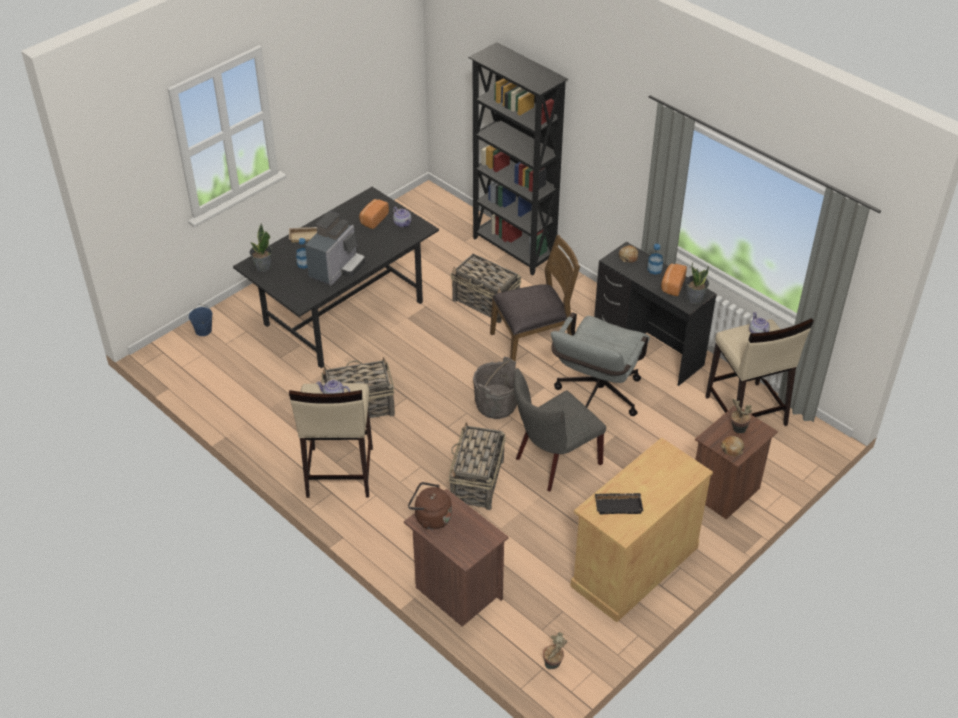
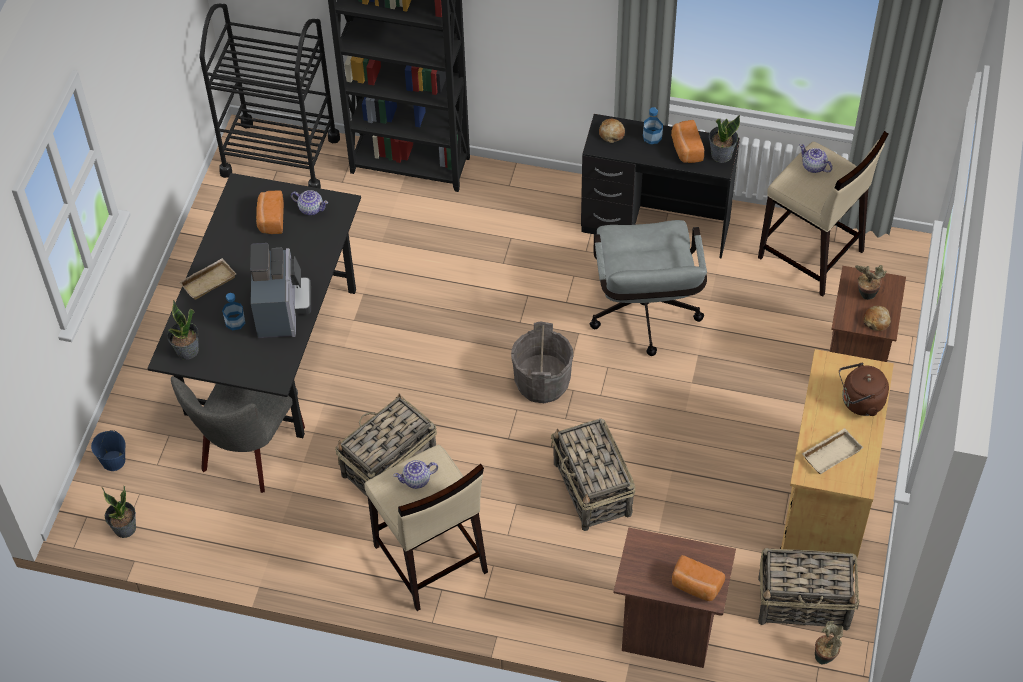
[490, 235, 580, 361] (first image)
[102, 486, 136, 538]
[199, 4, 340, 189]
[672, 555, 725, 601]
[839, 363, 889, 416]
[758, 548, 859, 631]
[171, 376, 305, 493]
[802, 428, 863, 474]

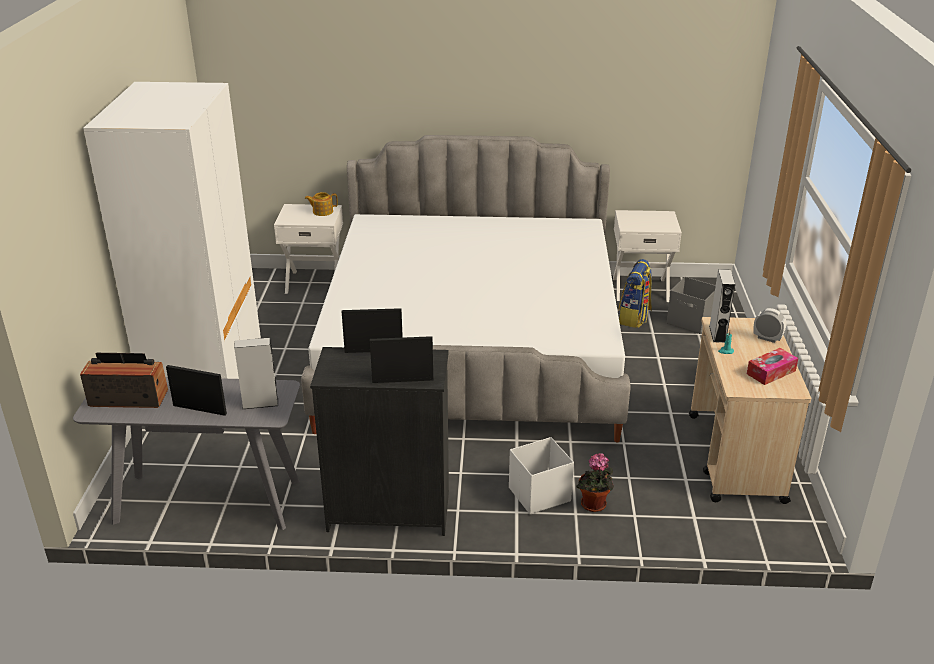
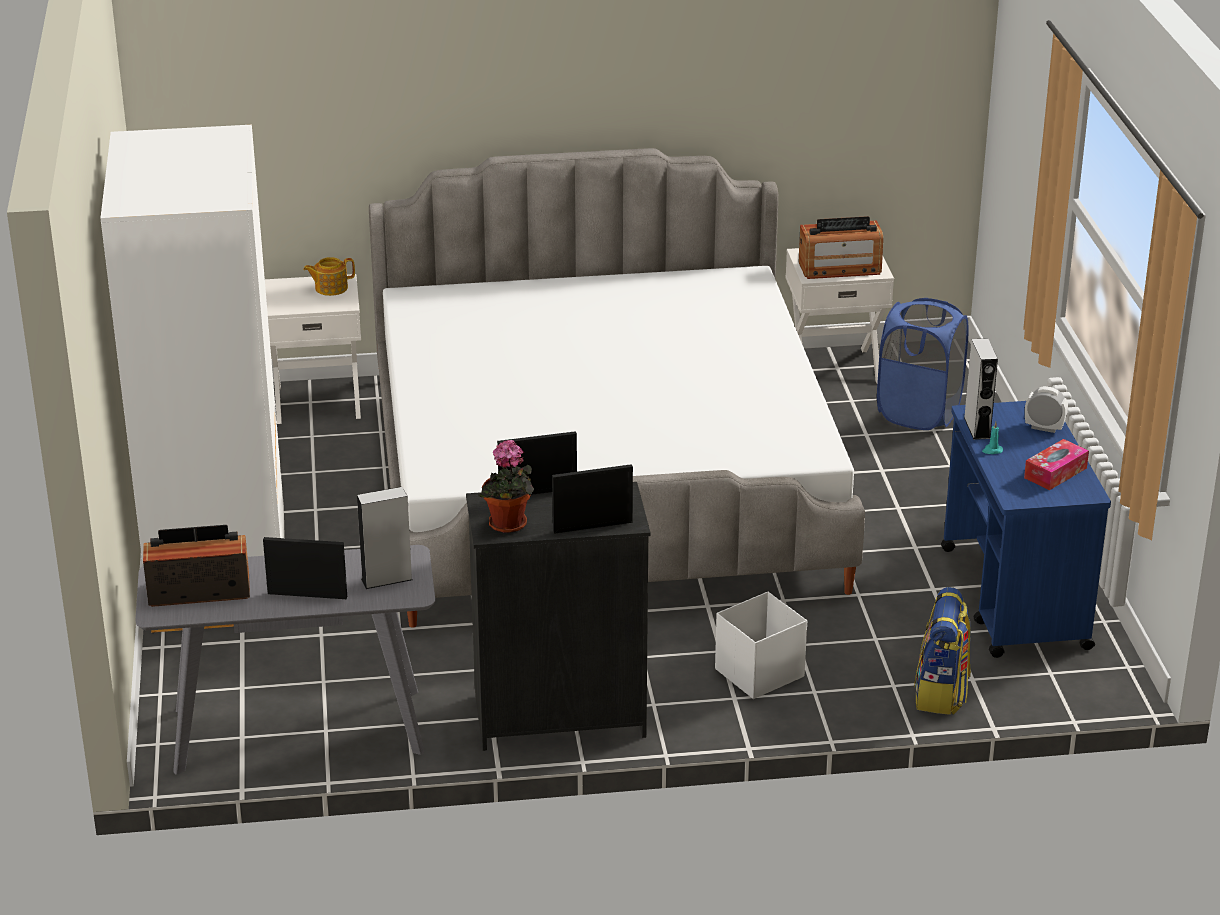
[799, 216, 883, 279]
[478, 440, 534, 533]
[914, 587, 971, 715]
[877, 298, 969, 430]
[941, 401, 1111, 658]

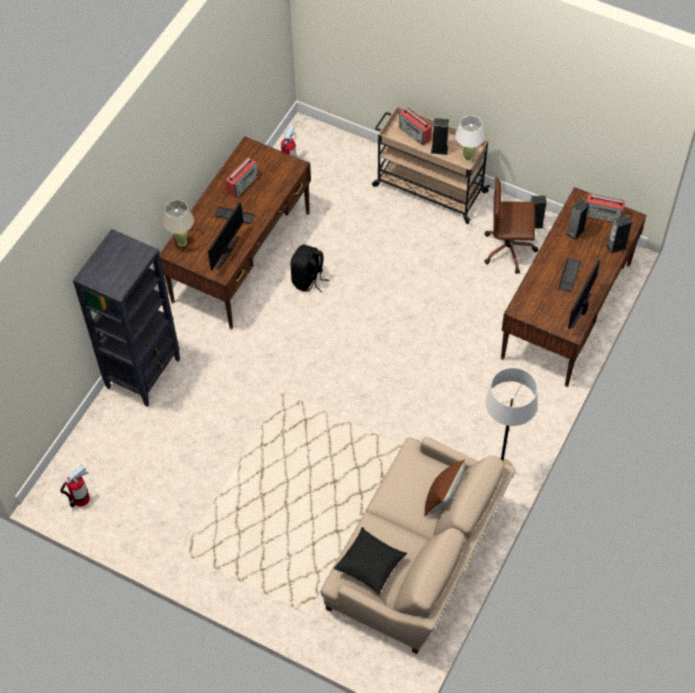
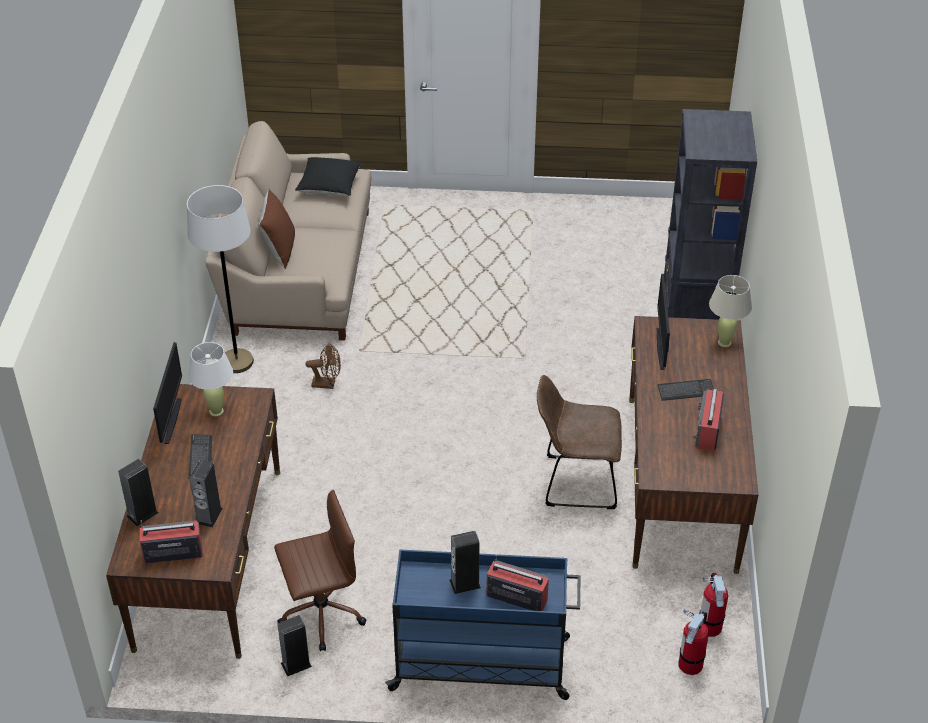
[305, 343, 341, 389]
[679, 609, 709, 675]
[188, 342, 233, 417]
[537, 375, 622, 509]
[385, 550, 581, 700]

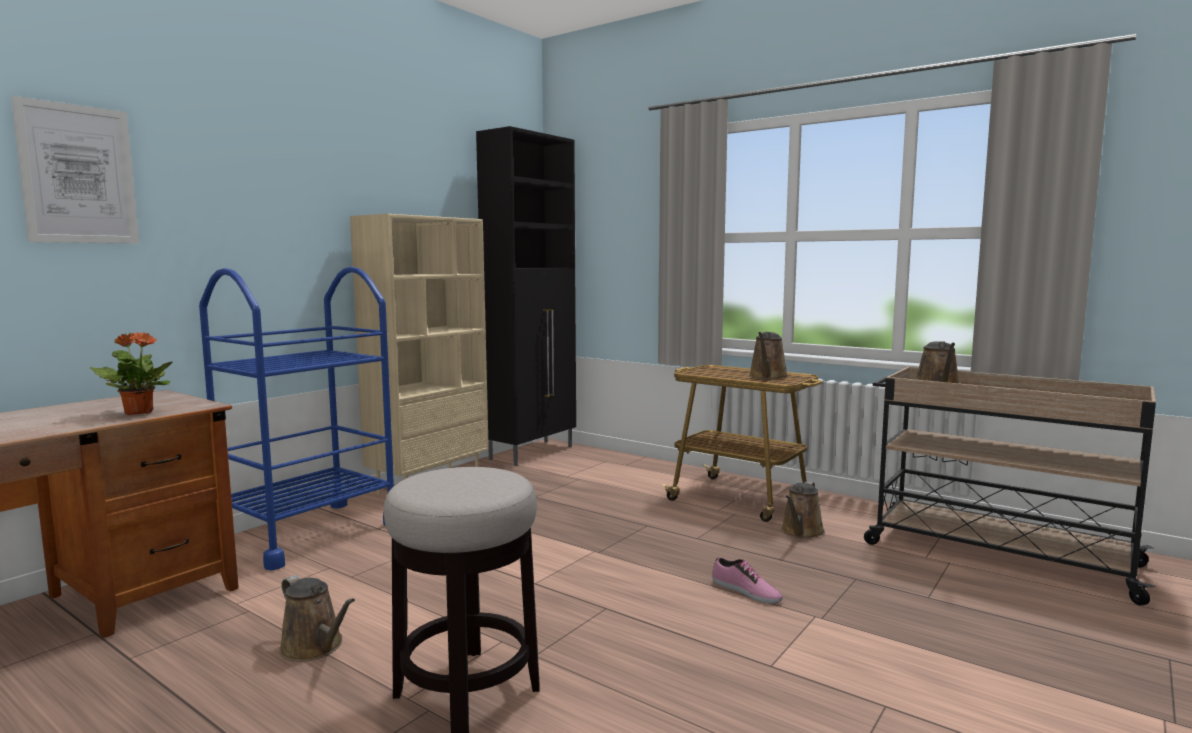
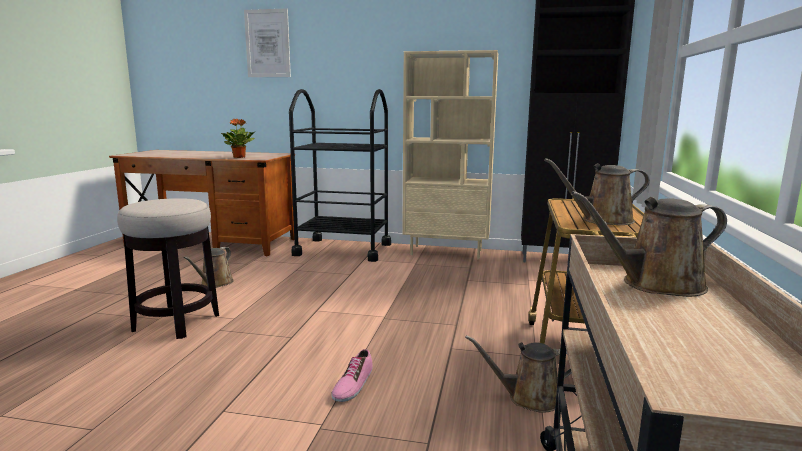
[289, 89, 391, 262]

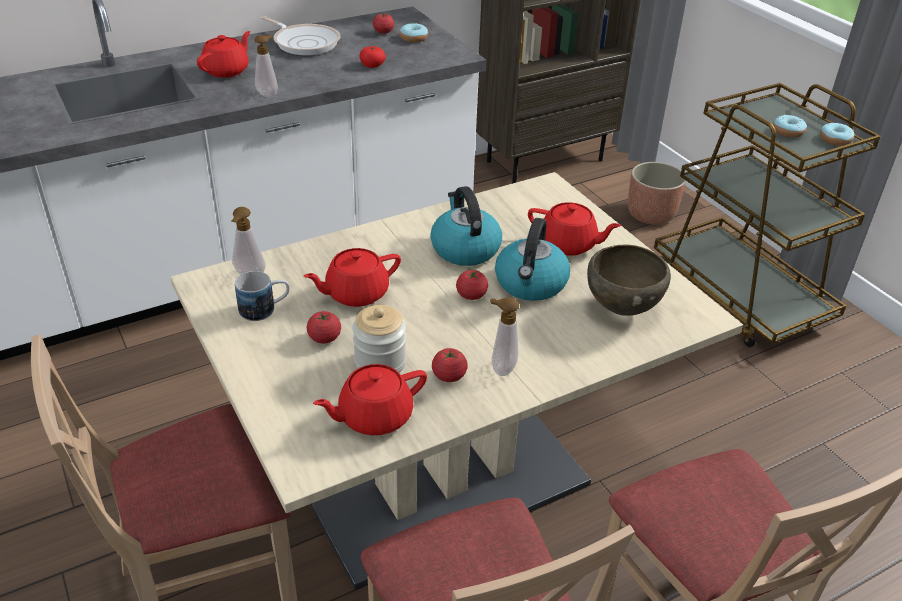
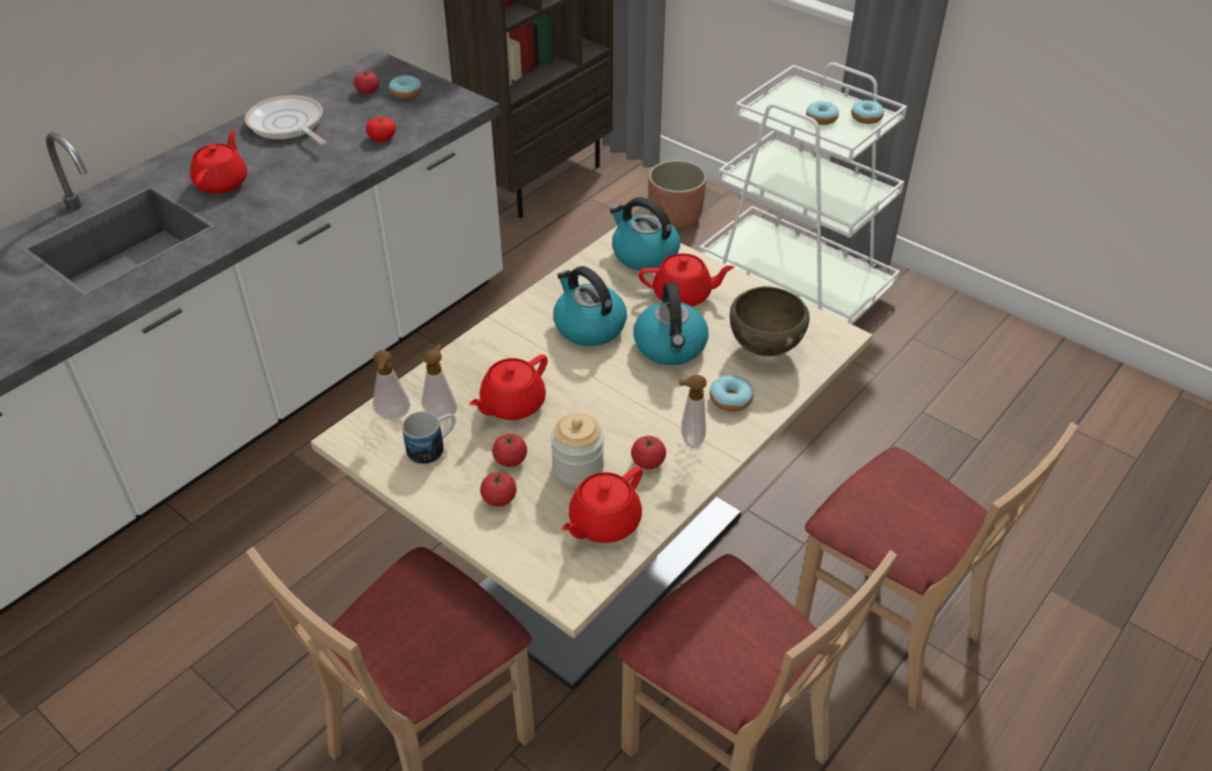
[610, 197, 680, 271]
[710, 374, 753, 412]
[421, 344, 457, 420]
[480, 471, 517, 507]
[699, 62, 907, 324]
[245, 95, 327, 145]

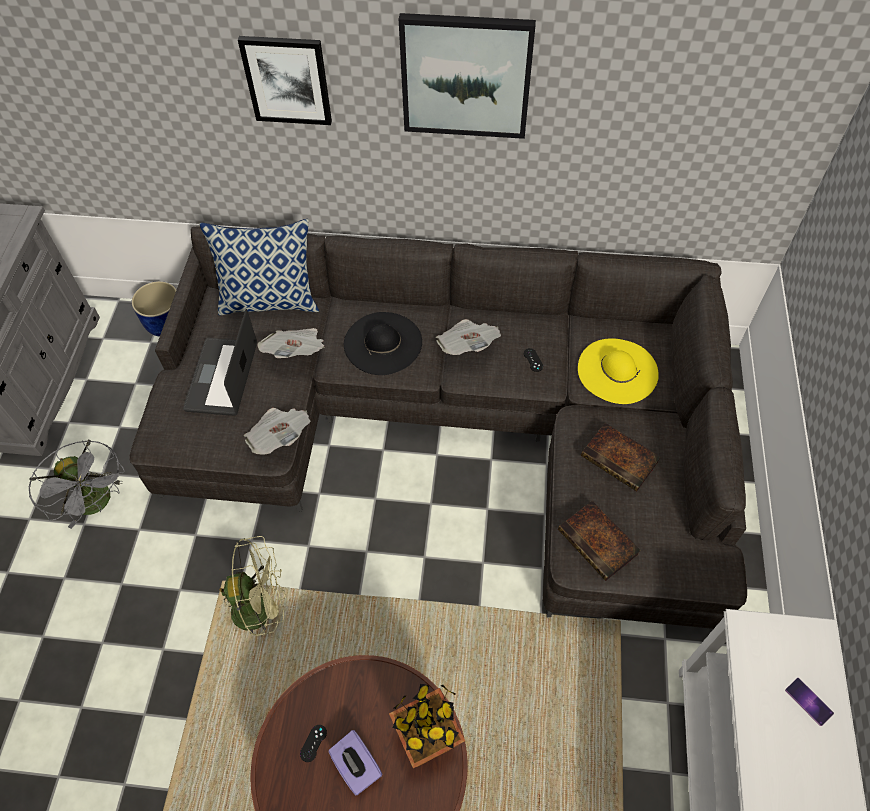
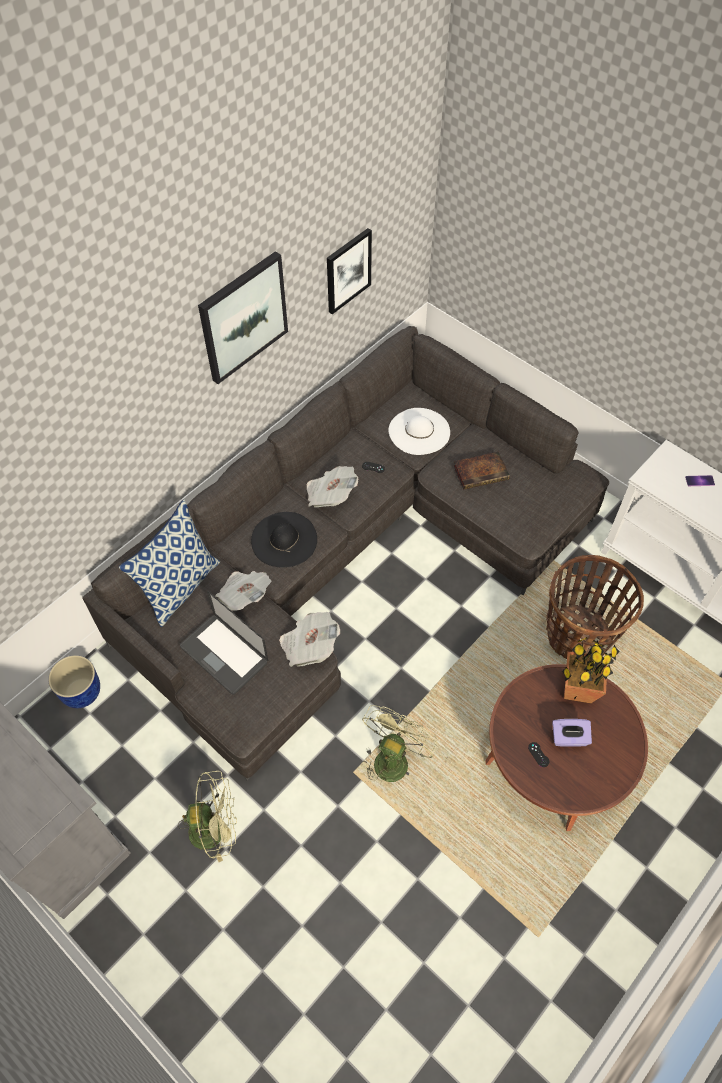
[558, 501, 641, 581] (first image)
[546, 555, 644, 659]
[327, 228, 372, 314]
[178, 771, 237, 862]
[389, 408, 450, 455]

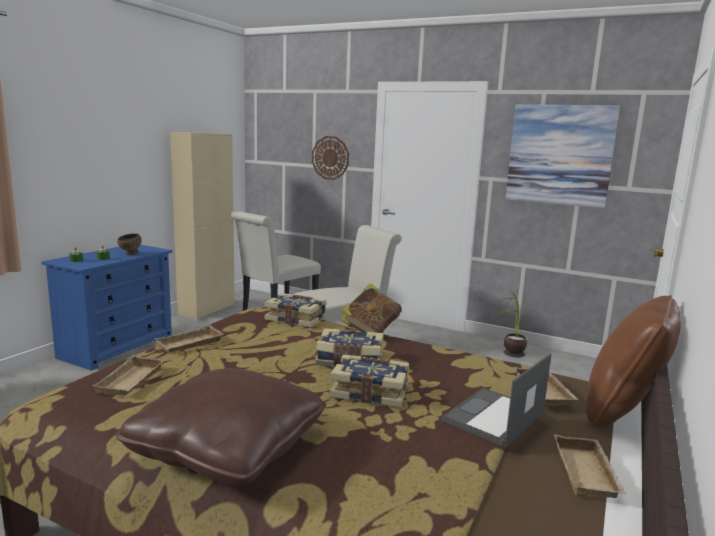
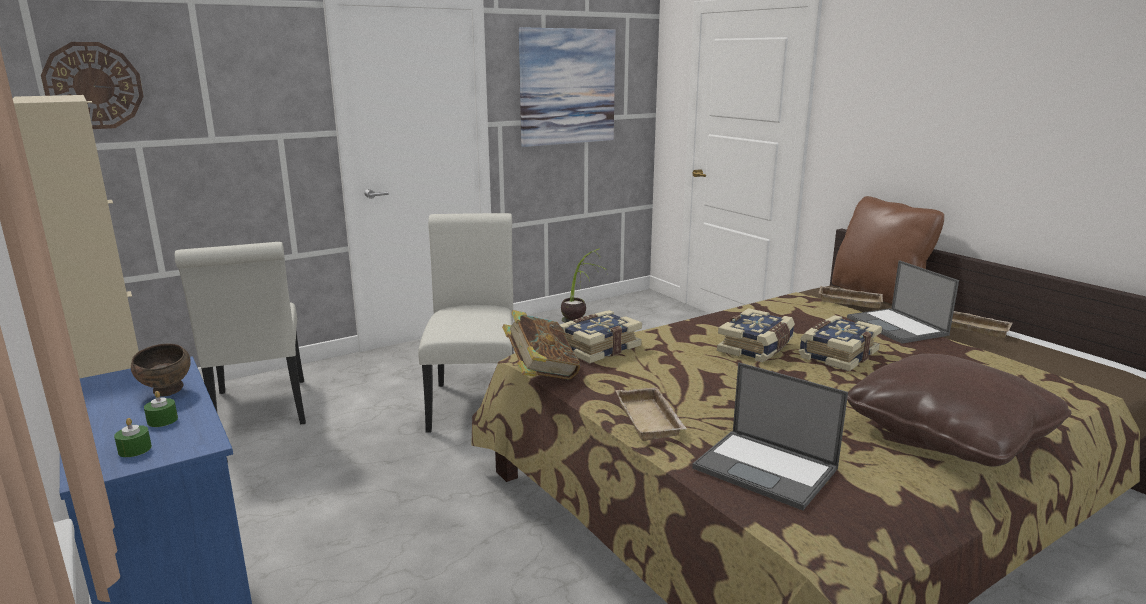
[41, 42, 144, 129]
[502, 310, 580, 380]
[692, 362, 848, 510]

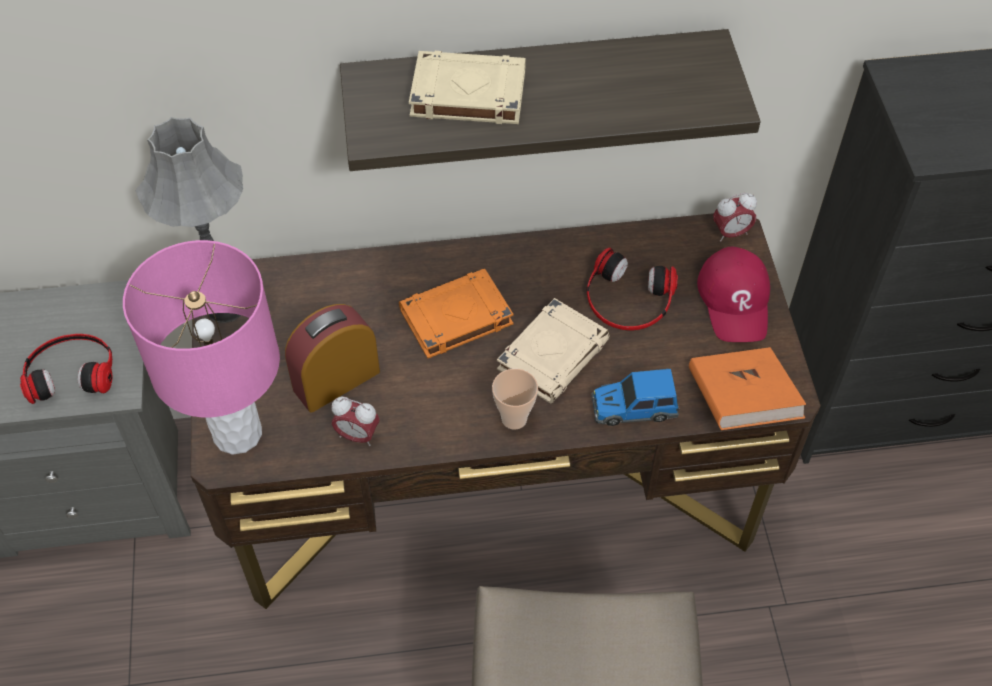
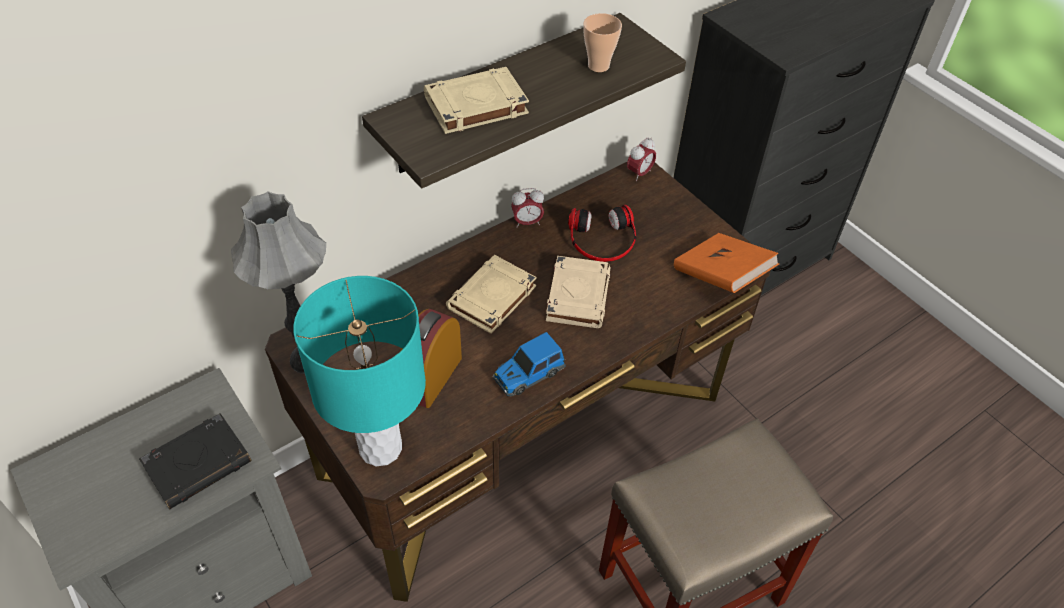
[697, 247, 770, 342] (first image)
[511, 188, 544, 228]
[583, 13, 622, 72]
[493, 332, 565, 397]
[139, 413, 252, 509]
[293, 276, 426, 466]
[446, 255, 537, 334]

